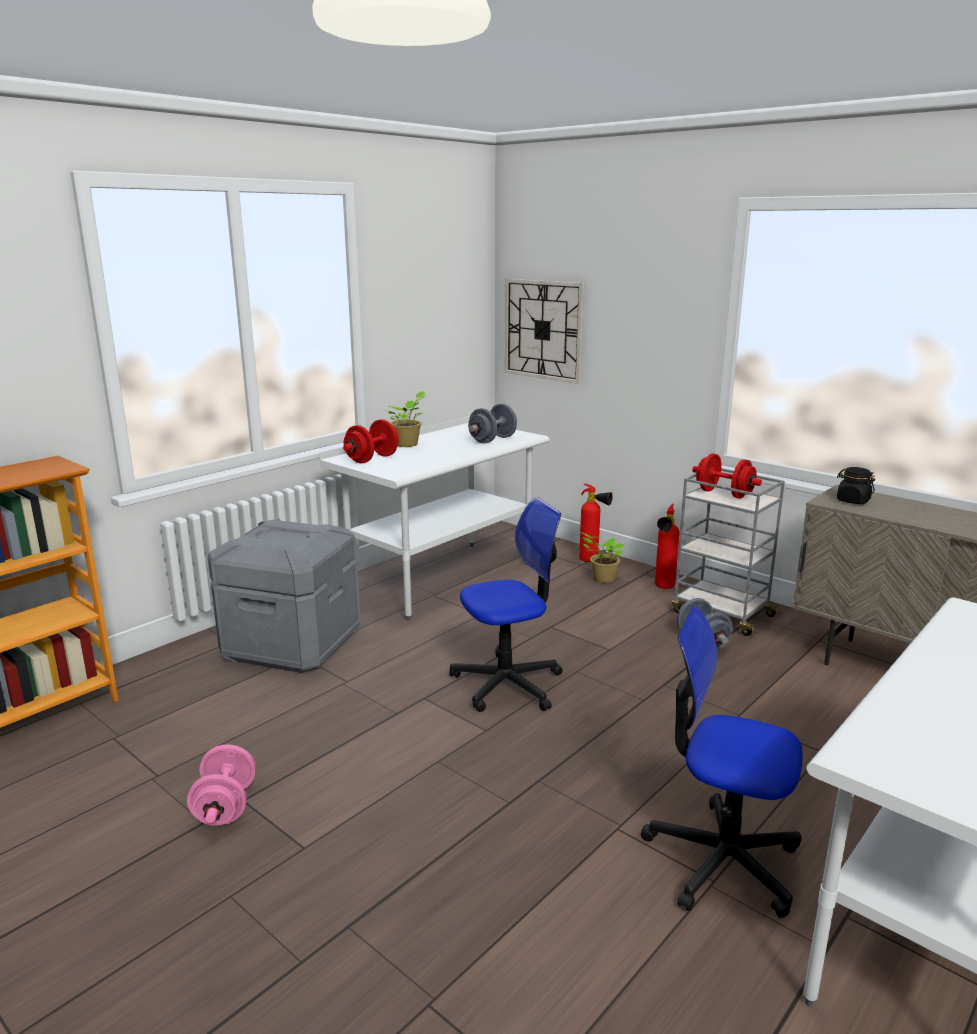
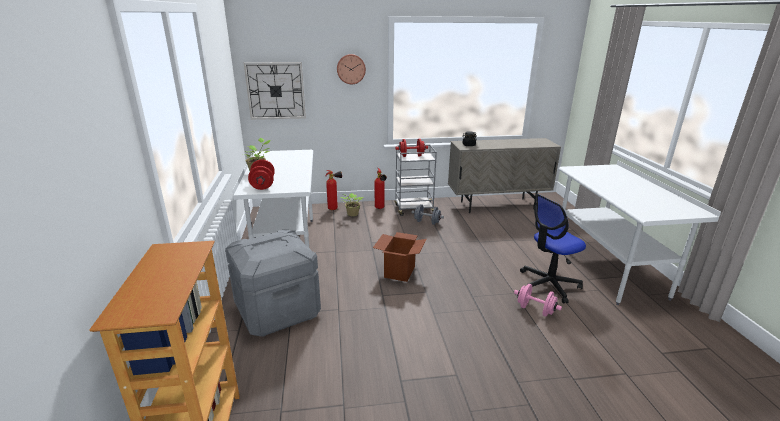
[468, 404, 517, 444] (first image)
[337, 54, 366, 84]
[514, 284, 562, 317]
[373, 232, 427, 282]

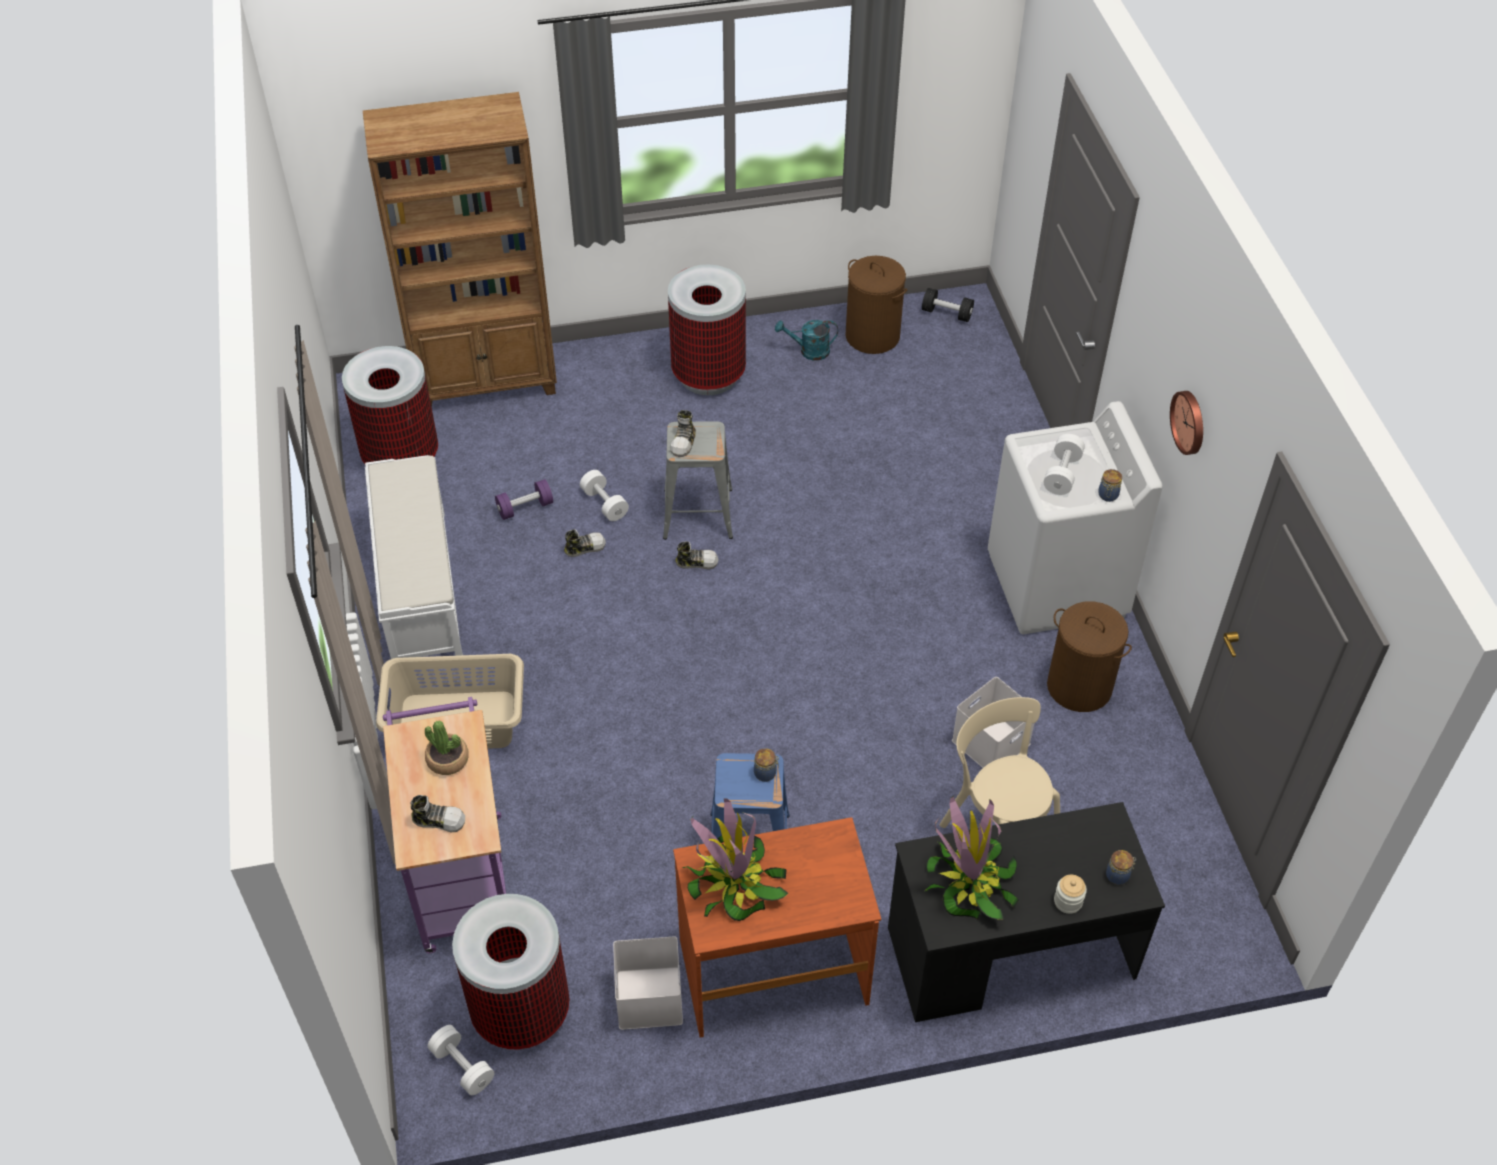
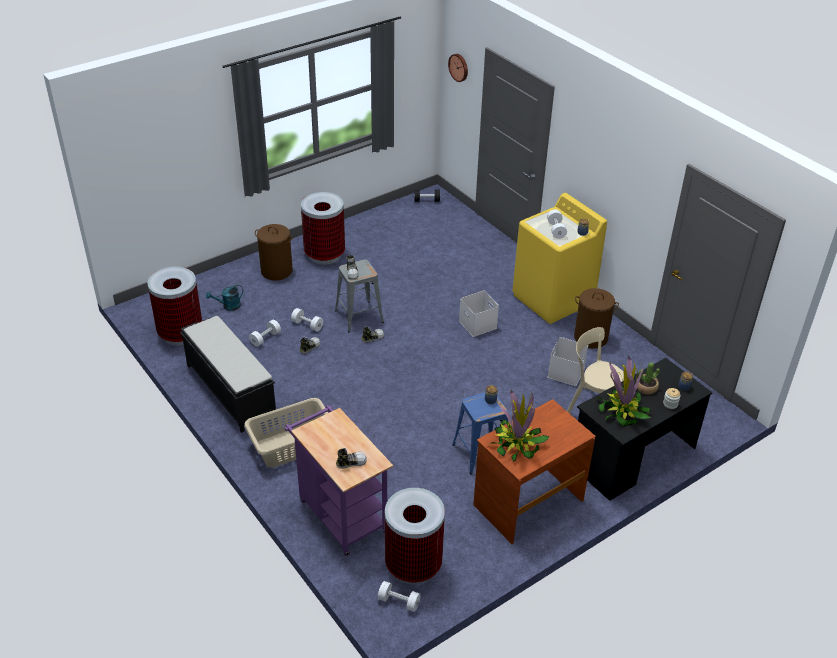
[363, 92, 557, 407] (first image)
[636, 362, 660, 395]
[459, 290, 499, 337]
[206, 285, 243, 311]
[255, 224, 293, 280]
[448, 54, 468, 82]
[180, 316, 276, 433]
[249, 320, 281, 347]
[513, 193, 607, 324]

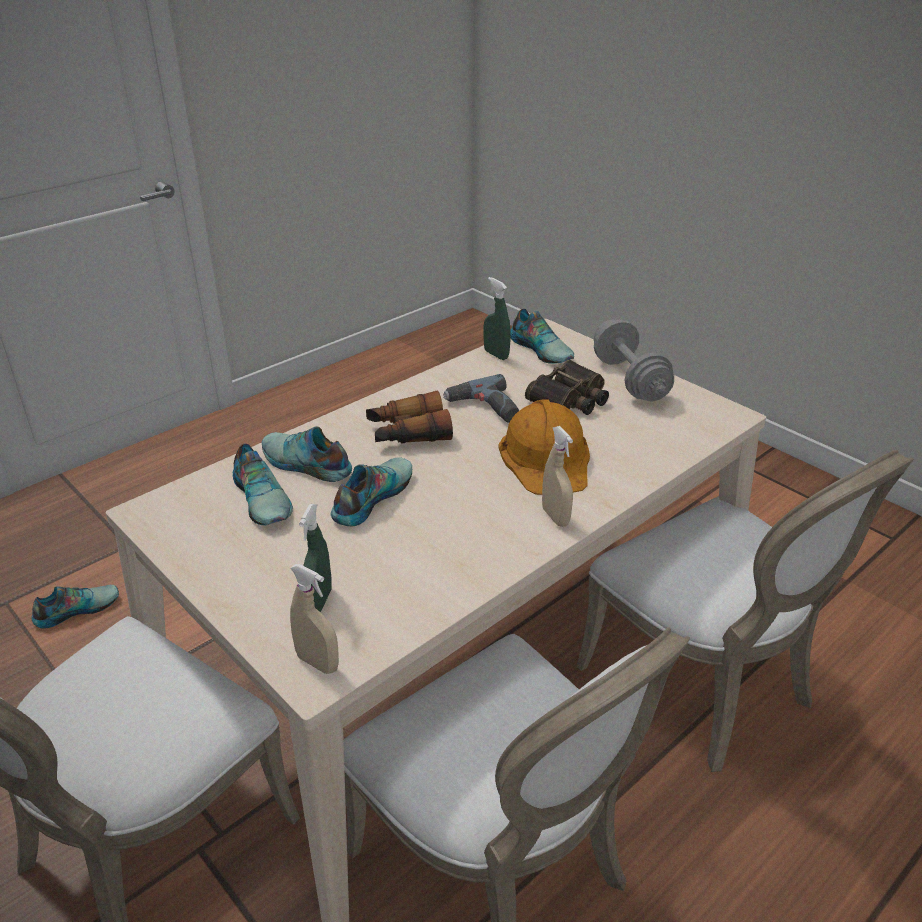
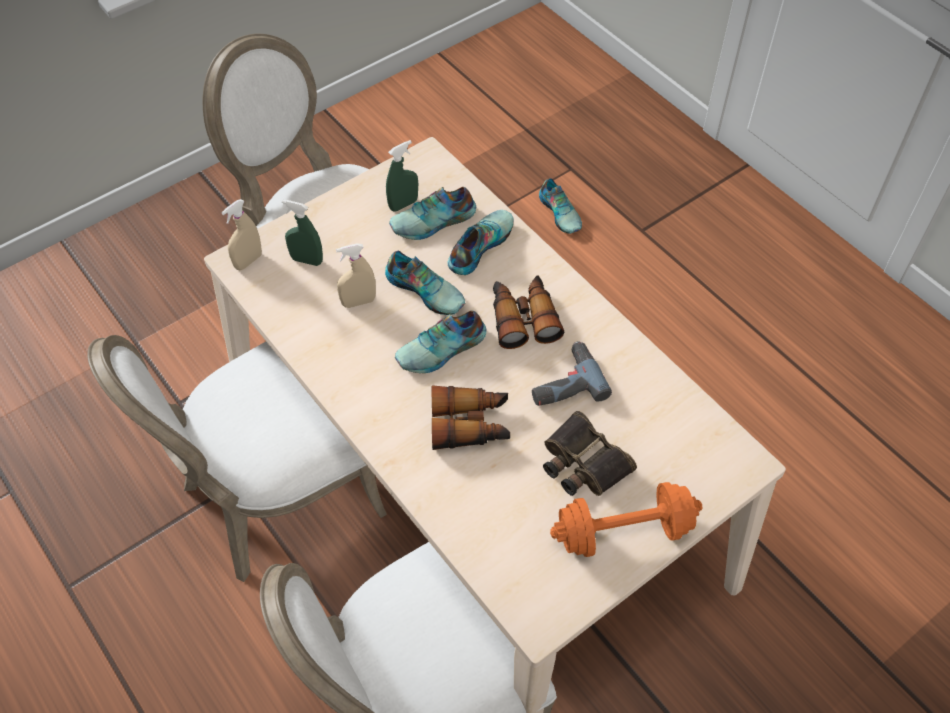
[386, 140, 418, 211]
[395, 311, 487, 373]
[336, 243, 376, 308]
[432, 385, 510, 450]
[550, 482, 702, 557]

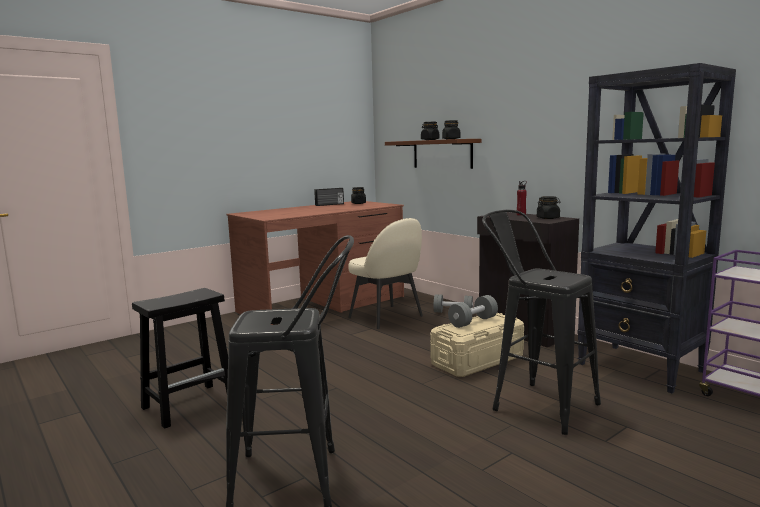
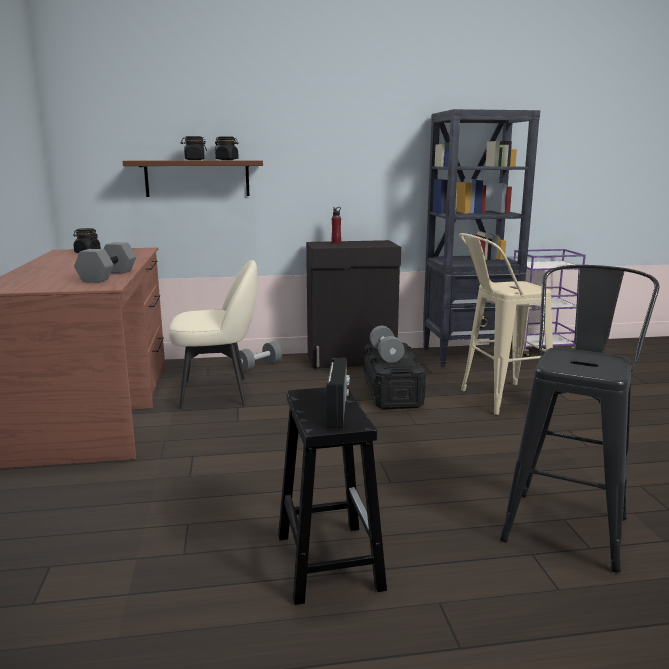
[537, 196, 561, 219] (first image)
[74, 242, 136, 283]
[327, 357, 350, 429]
[364, 343, 426, 409]
[459, 233, 553, 415]

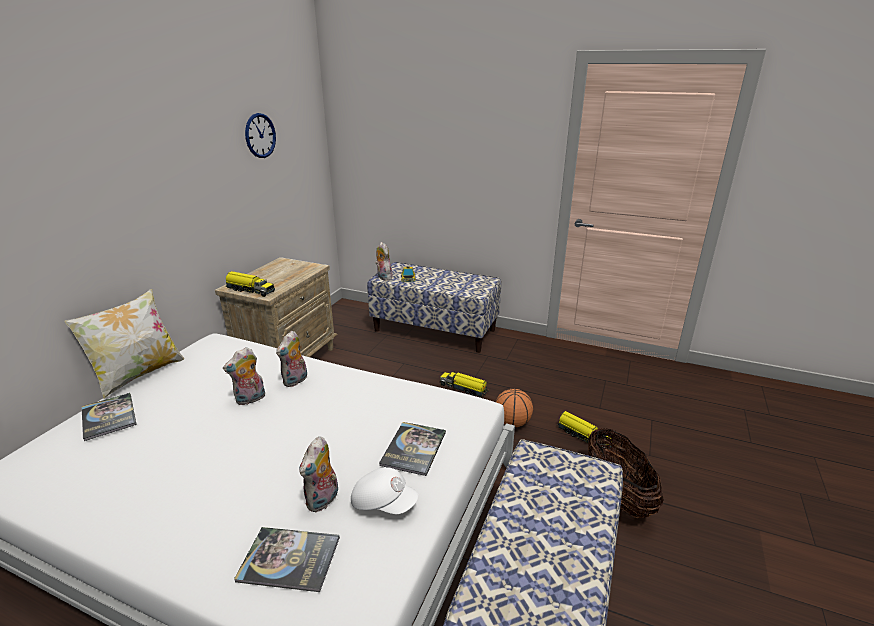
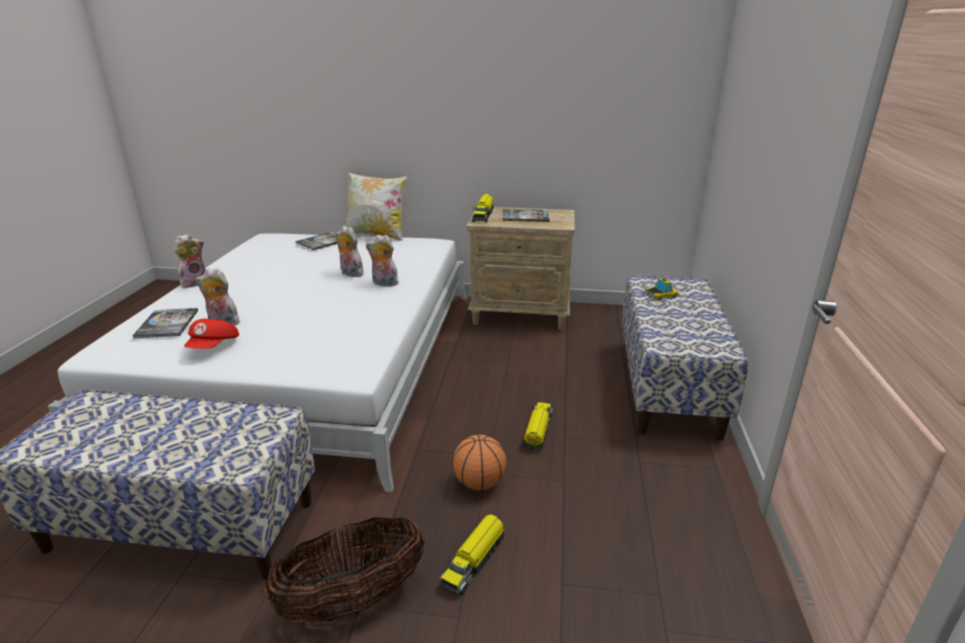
[245, 113, 276, 158] (first image)
[174, 234, 206, 288]
[503, 209, 550, 222]
[184, 319, 239, 349]

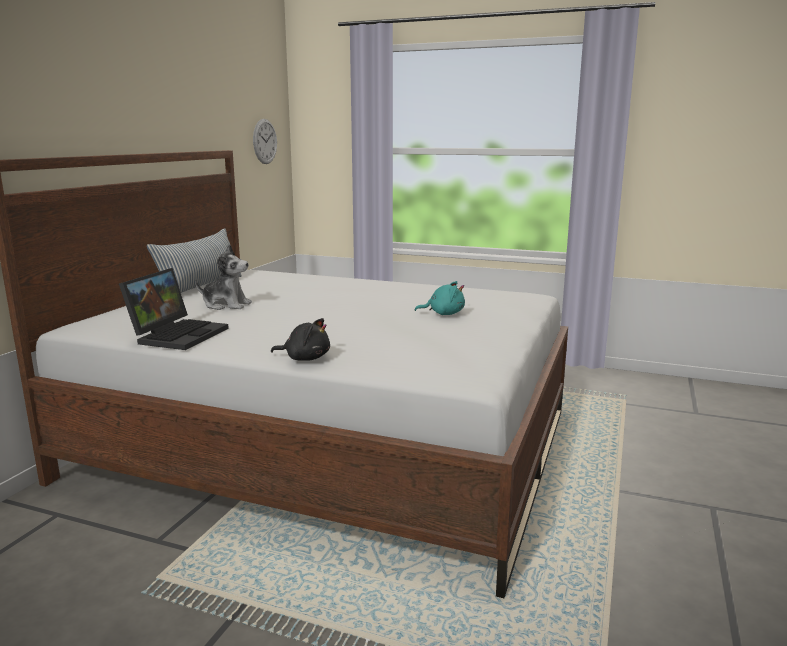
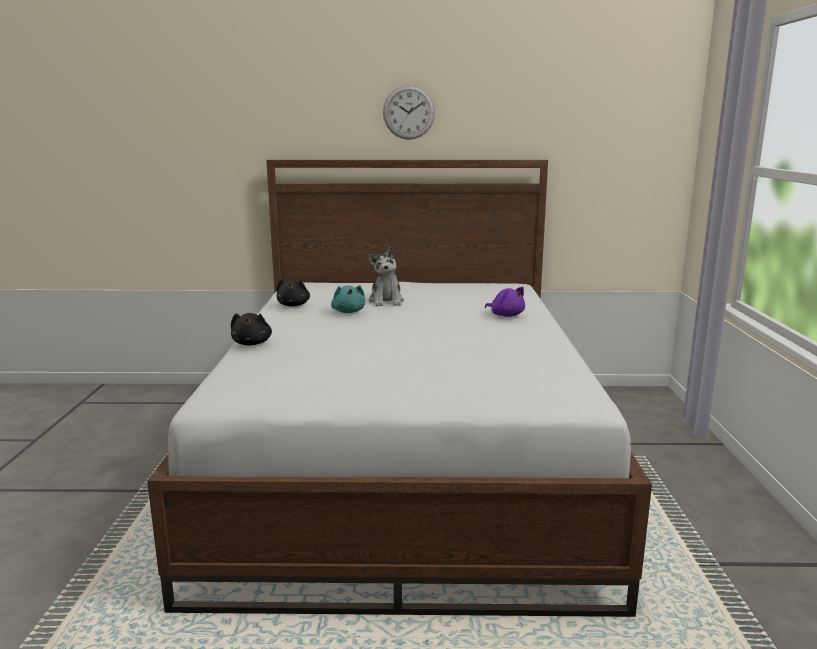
[147, 228, 242, 293] (first image)
[485, 287, 525, 317]
[383, 85, 435, 140]
[331, 285, 365, 313]
[277, 279, 310, 307]

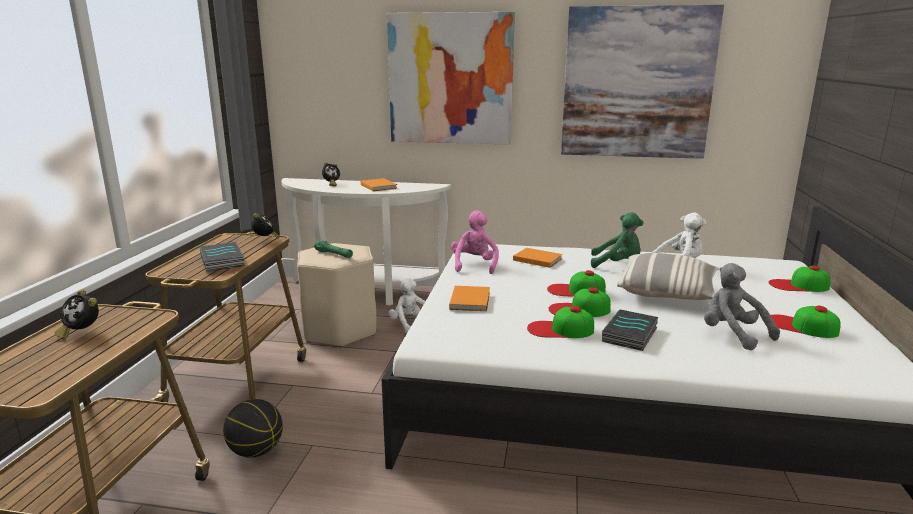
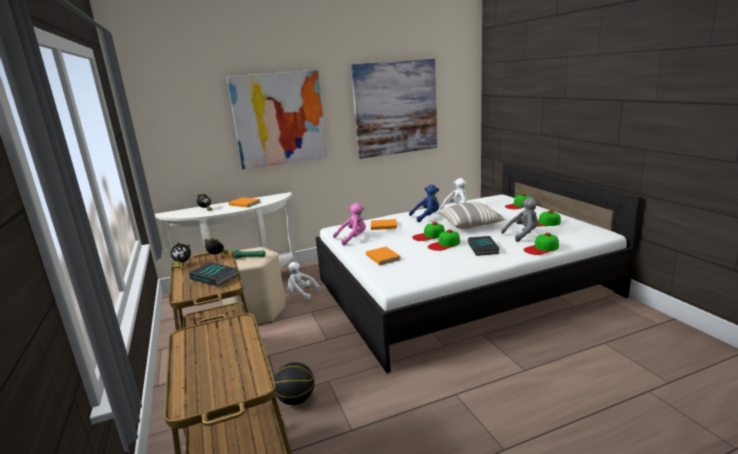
[170, 242, 191, 268]
[524, 233, 559, 255]
[409, 185, 440, 222]
[333, 203, 366, 246]
[501, 197, 539, 242]

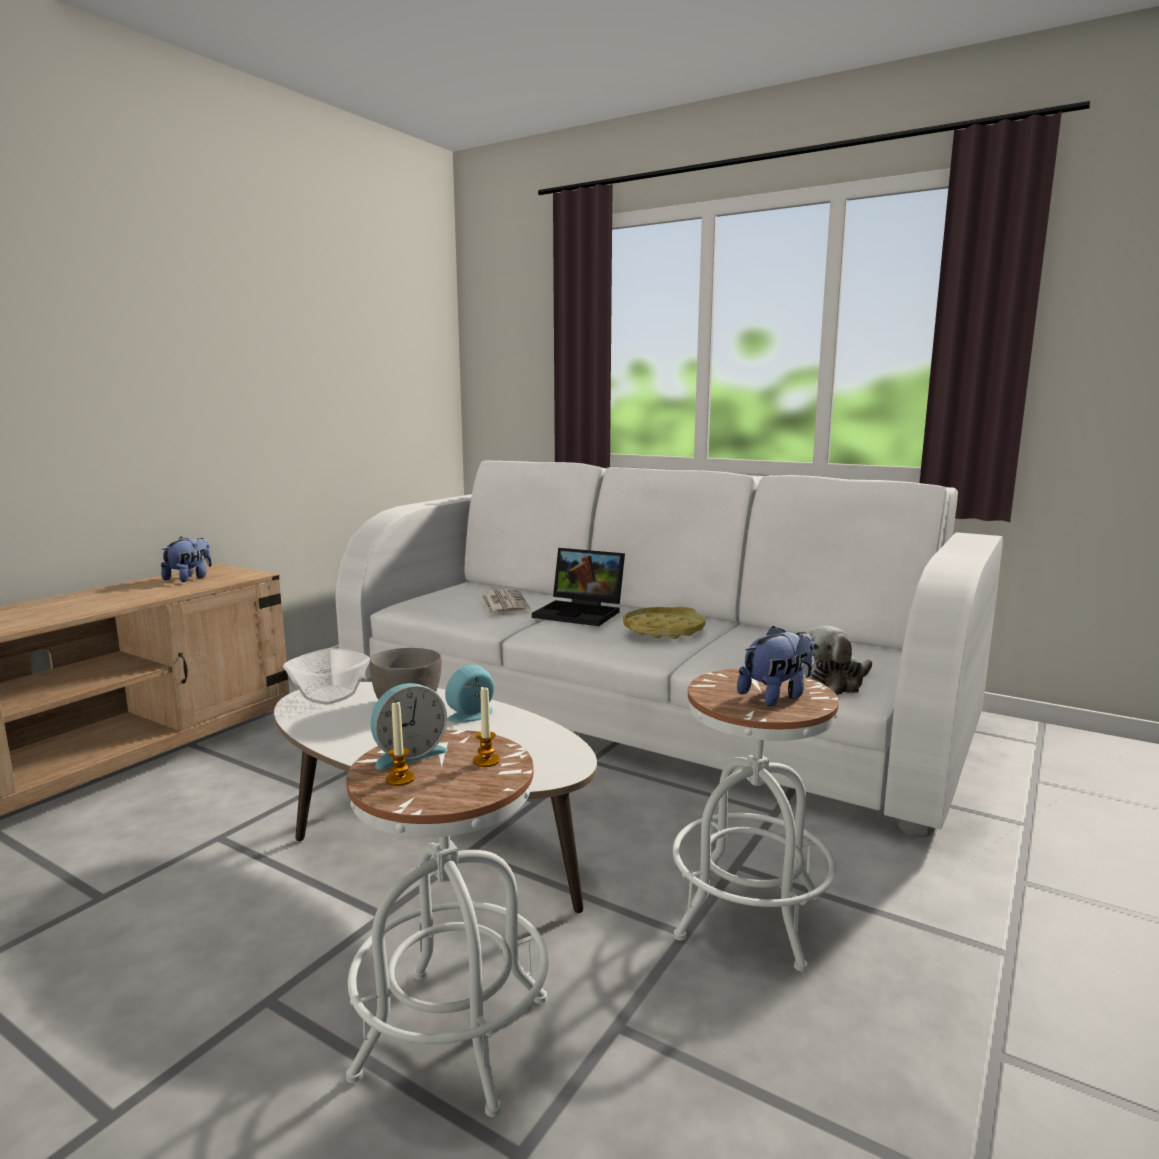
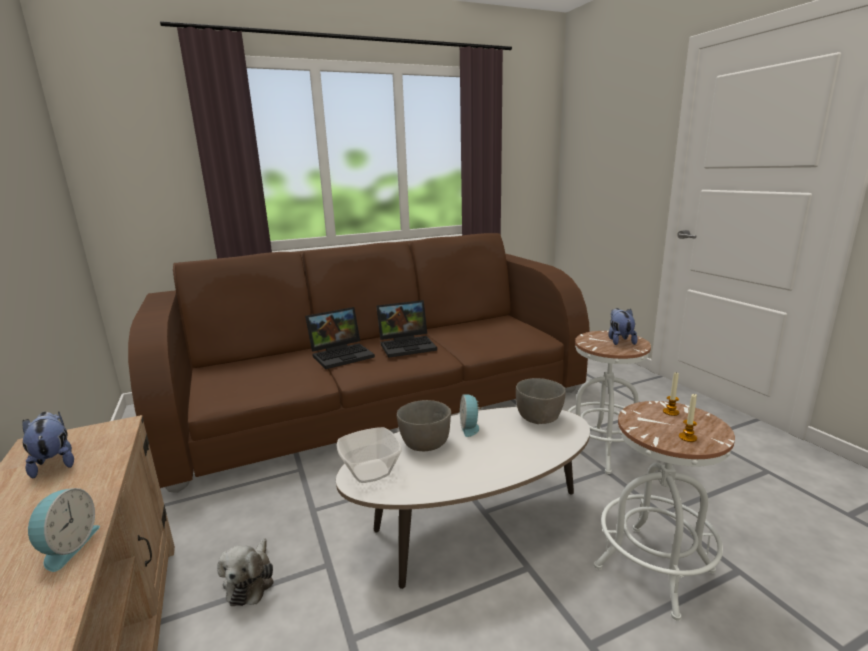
[482, 589, 531, 615] (first image)
[516, 378, 566, 424]
[28, 488, 100, 572]
[217, 538, 274, 606]
[376, 300, 437, 358]
[128, 233, 590, 493]

